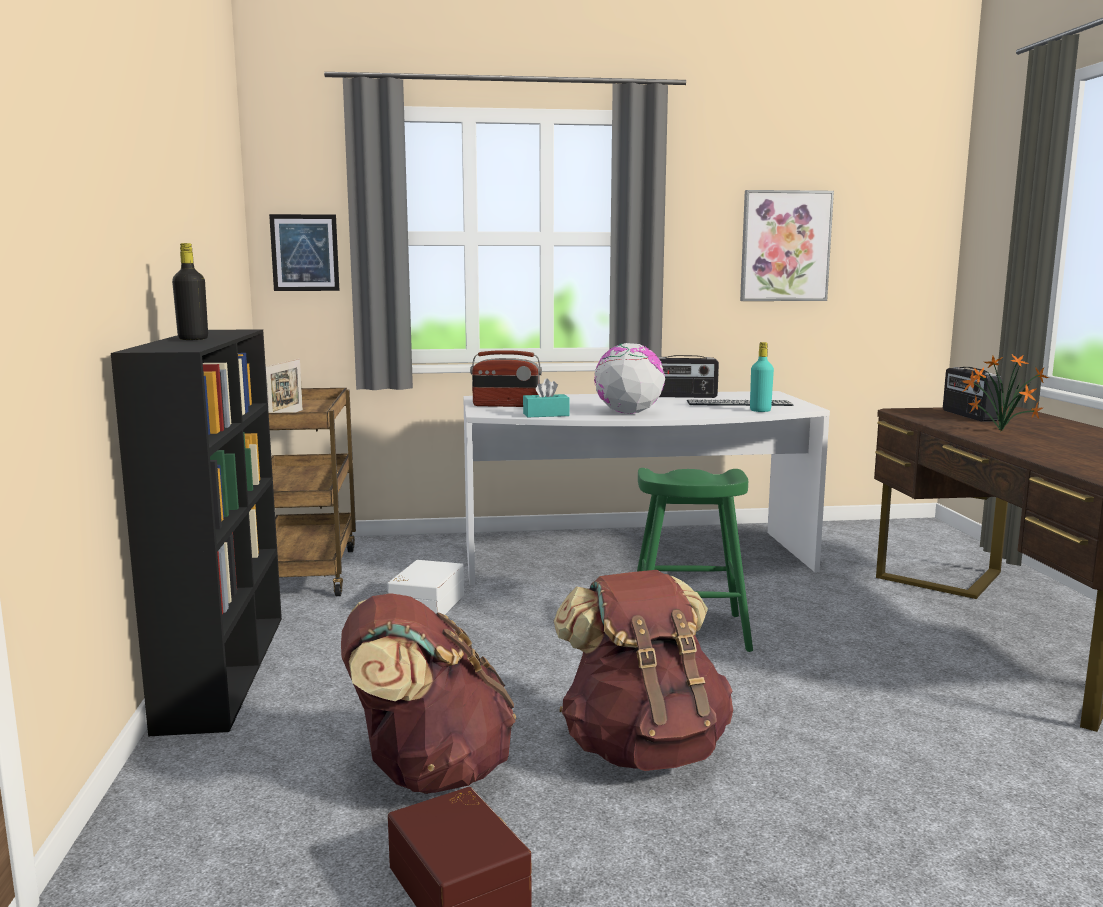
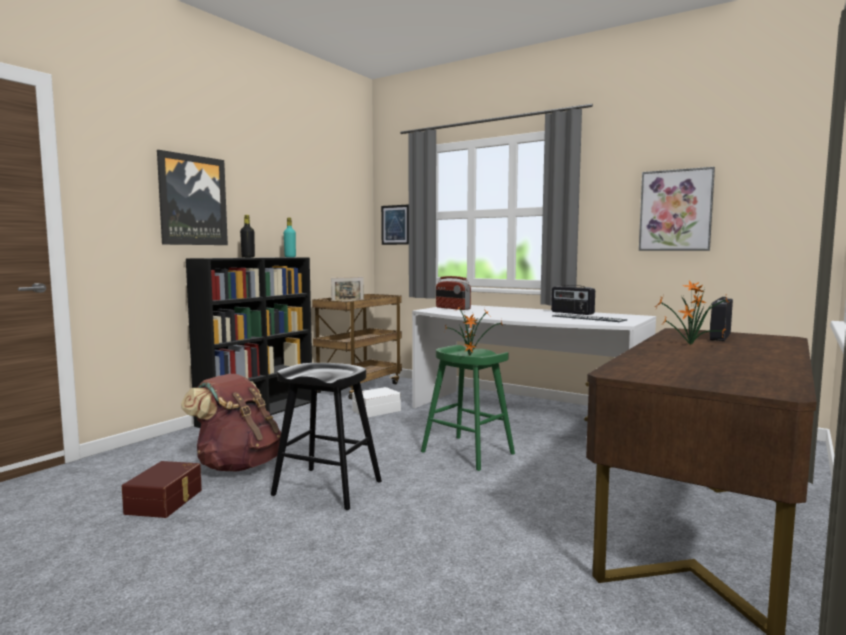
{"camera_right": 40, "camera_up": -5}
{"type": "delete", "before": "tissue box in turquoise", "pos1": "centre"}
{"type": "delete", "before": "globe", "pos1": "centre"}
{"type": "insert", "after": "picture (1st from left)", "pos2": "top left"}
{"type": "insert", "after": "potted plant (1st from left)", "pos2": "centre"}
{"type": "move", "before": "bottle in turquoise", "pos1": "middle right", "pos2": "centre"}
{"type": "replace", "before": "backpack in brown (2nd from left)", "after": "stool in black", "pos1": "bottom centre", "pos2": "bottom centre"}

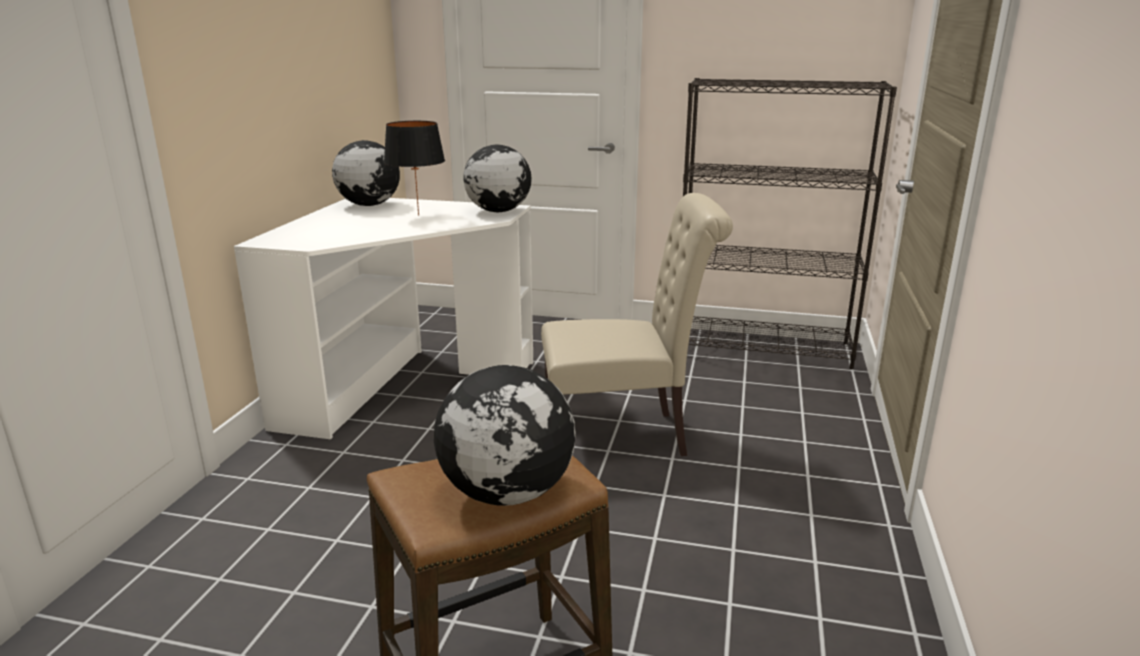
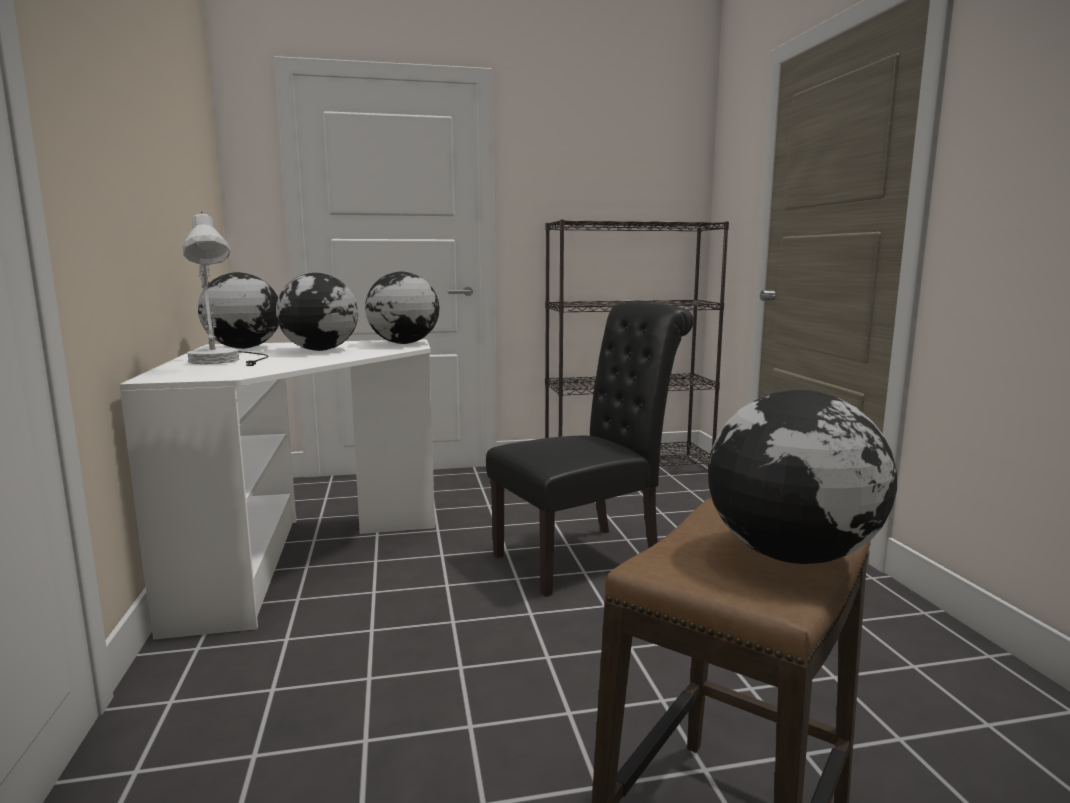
{"camera_right": -25, "camera_up": -10}
{"type": "insert", "after": "table lamp in white", "pos2": "middle left"}
{"type": "replace", "before": "table lamp in black", "after": "globe (2nd from left)", "pos1": "top centre", "pos2": "middle left"}
{"type": "recolor", "before": "chair in beige", "after": "chair in black", "pos1": "centre", "pos2": "centre"}

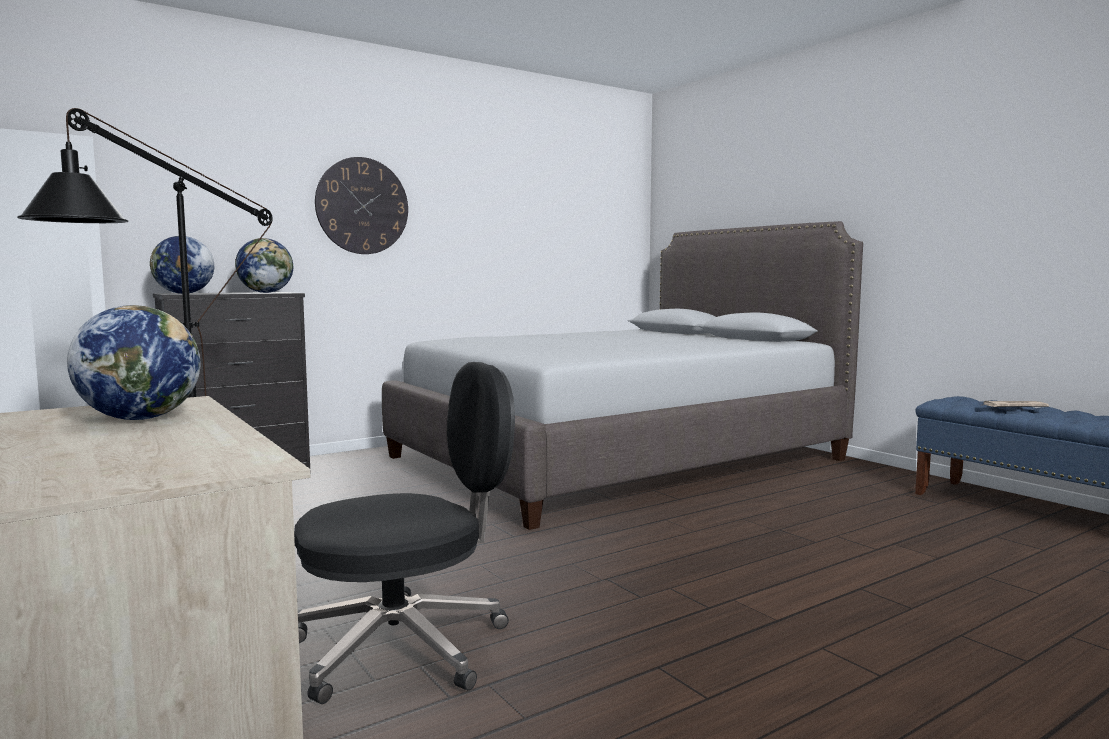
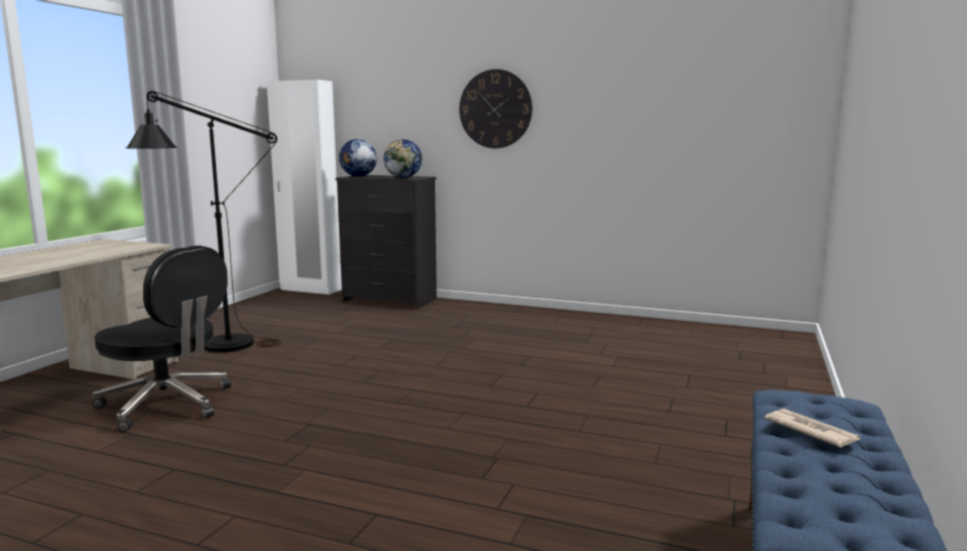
{"camera_right": 55, "camera_up": 5}
{"type": "delete", "before": "globe (1st from left)", "pos1": "middle left"}
{"type": "delete", "before": "bed in grey", "pos1": "centre"}

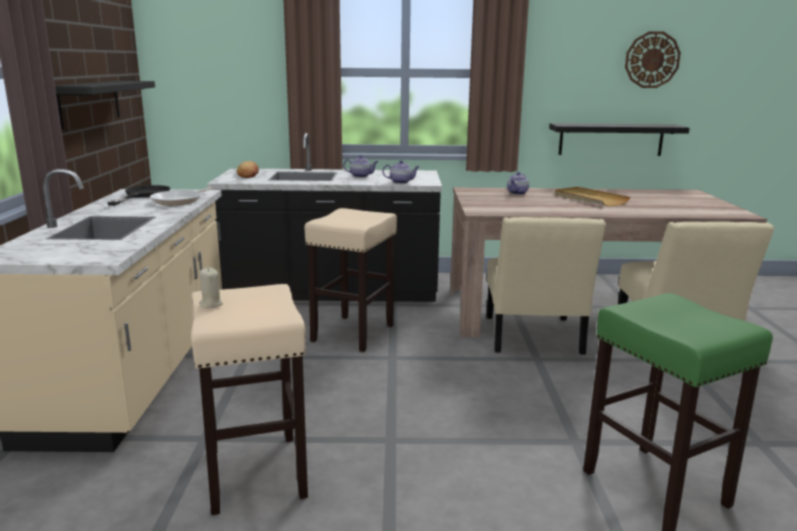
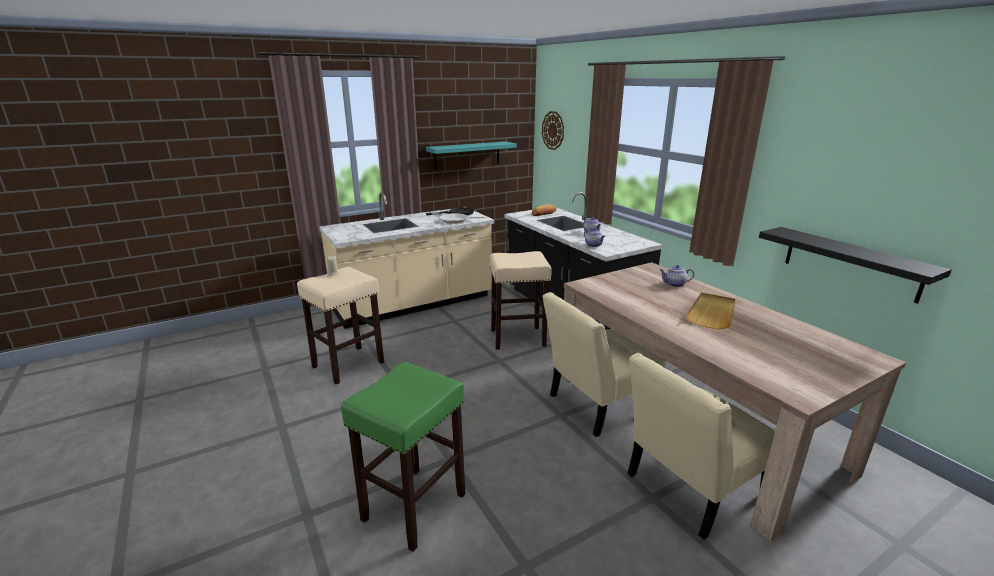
{"camera_right": 60, "camera_up": 5}
{"type": "move", "before": "wall clock", "pos1": "top right", "pos2": "top centre"}
{"type": "recolor", "before": "shelf in black (1st from left)", "after": "shelf in turquoise", "pos1": "top left", "pos2": "top centre"}

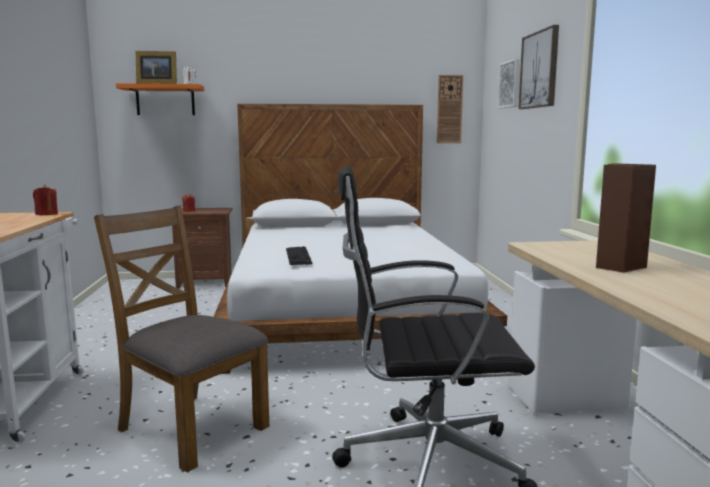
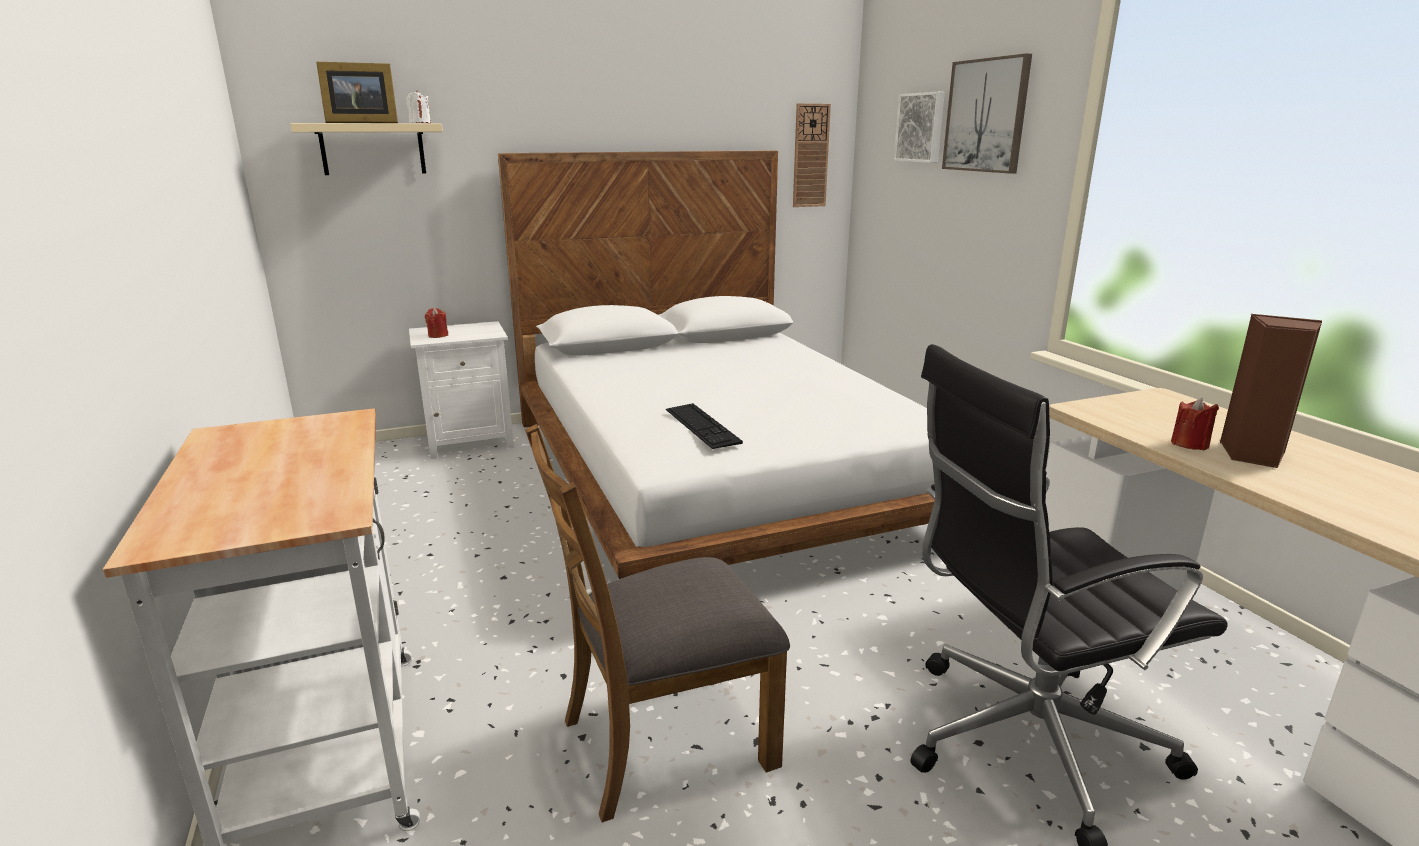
{"camera_right": -15, "camera_up": 10}
{"type": "move", "before": "candle in red (1st from left in the first image)", "after": "candle in red (2nd from left)", "pos1": "middle left", "pos2": "middle right"}
{"type": "recolor", "before": "shelf in orange", "after": "shelf in beige", "pos1": "top left", "pos2": "top left"}
{"type": "recolor", "before": "nightstand in brown", "after": "nightstand in white", "pos1": "middle left", "pos2": "middle left"}
{"type": "rotate", "before": "chair in brown", "pos1": "bottom left", "pos2": "bottom centre", "turn": -45}

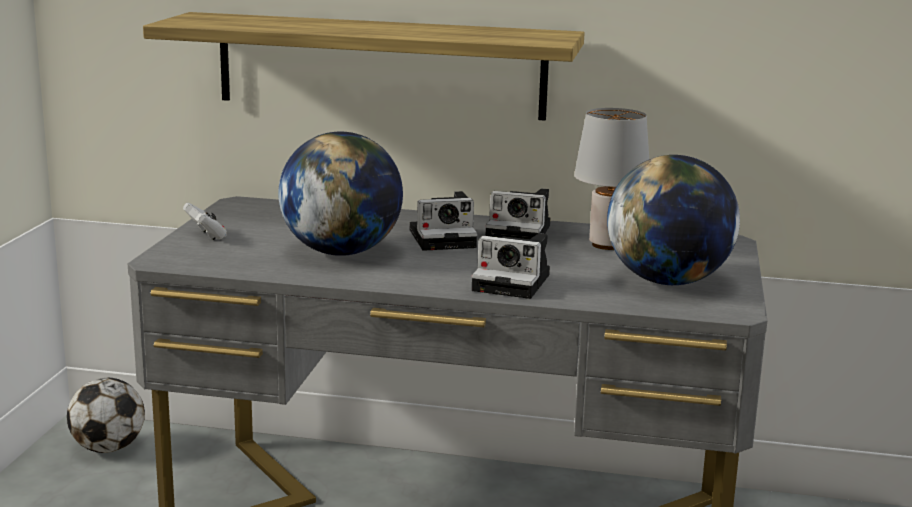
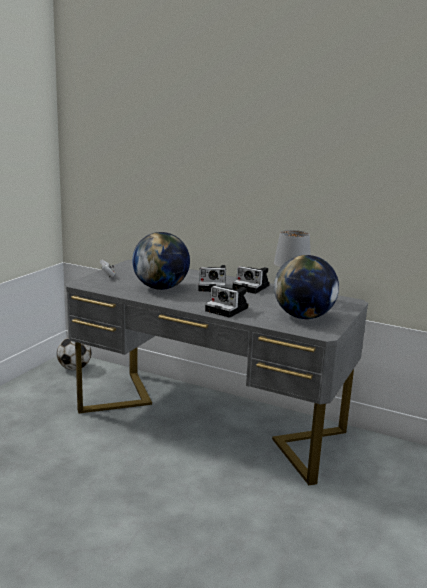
{"camera_right": 15, "camera_up": 0}
{"type": "delete", "before": "shelf", "pos1": "top centre"}

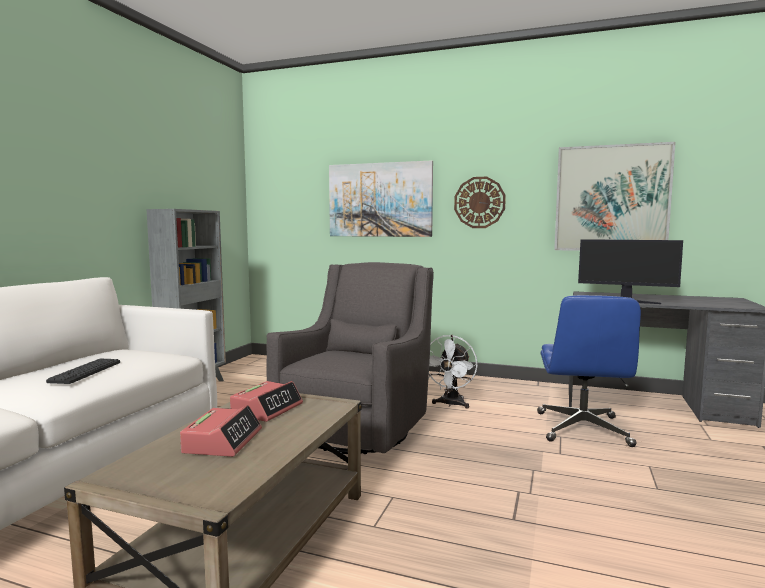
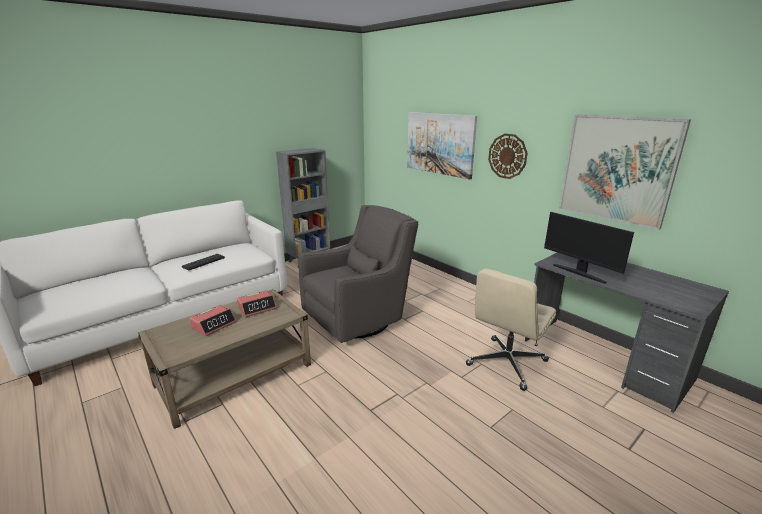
{"camera_right": 30, "camera_up": 15}
{"type": "delete", "before": "fan in white", "pos1": "centre"}
{"type": "recolor", "before": "office chair in blue", "after": "office chair in beige", "pos1": "middle right", "pos2": "middle right"}

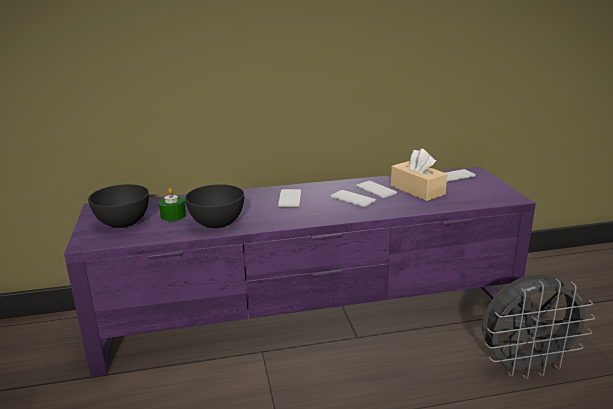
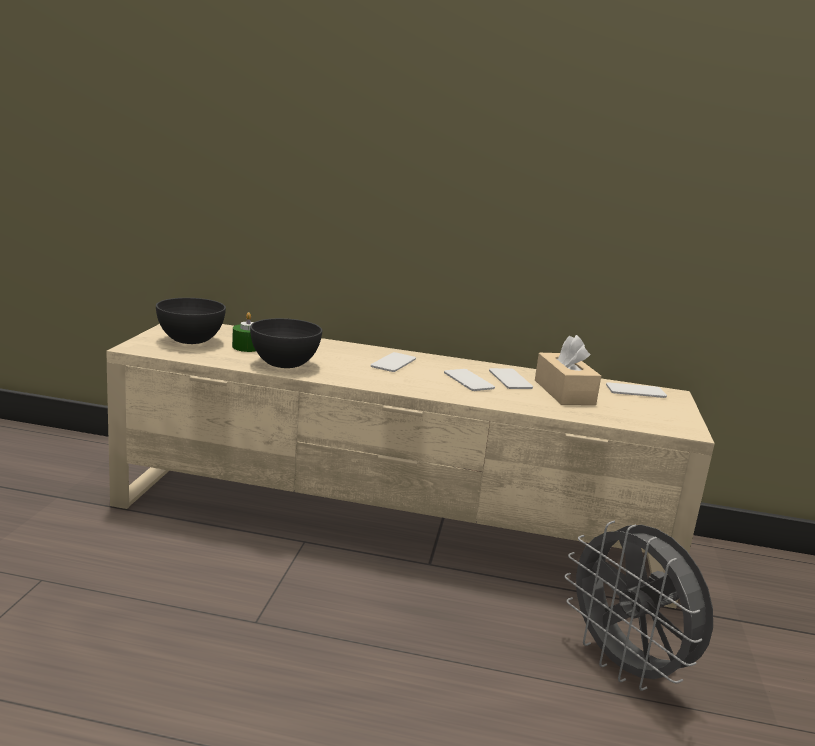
{"camera_right": 20, "camera_up": -5}
{"type": "recolor", "before": "tv stand in purple", "after": "tv stand in beige", "pos1": "centre", "pos2": "centre"}
{"type": "rotate", "before": "fan in grey", "pos1": "bottom right", "pos2": "bottom right", "turn": 45}

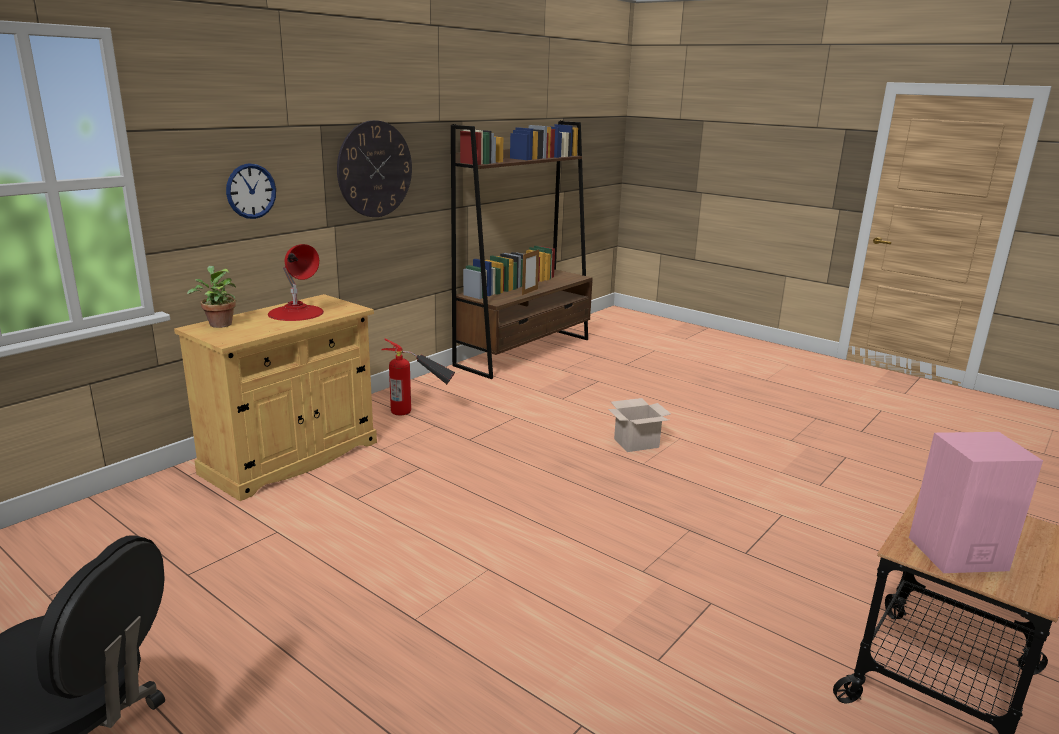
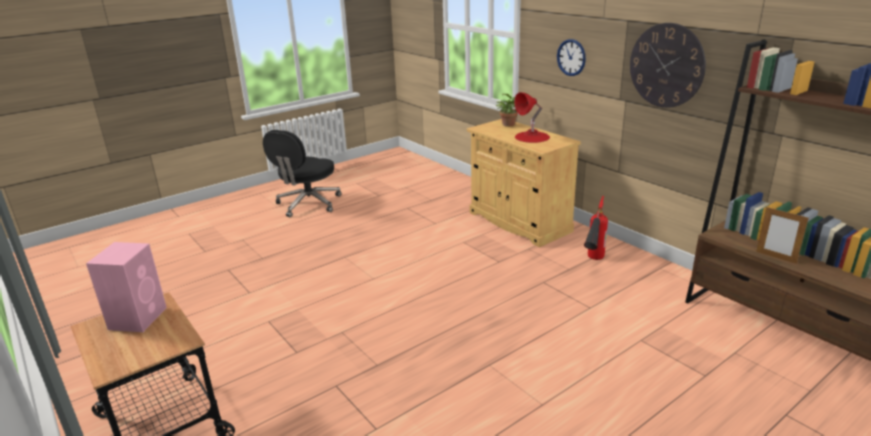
{"camera_right": 105, "camera_up": 5}
{"type": "delete", "before": "cardboard box", "pos1": "centre"}

